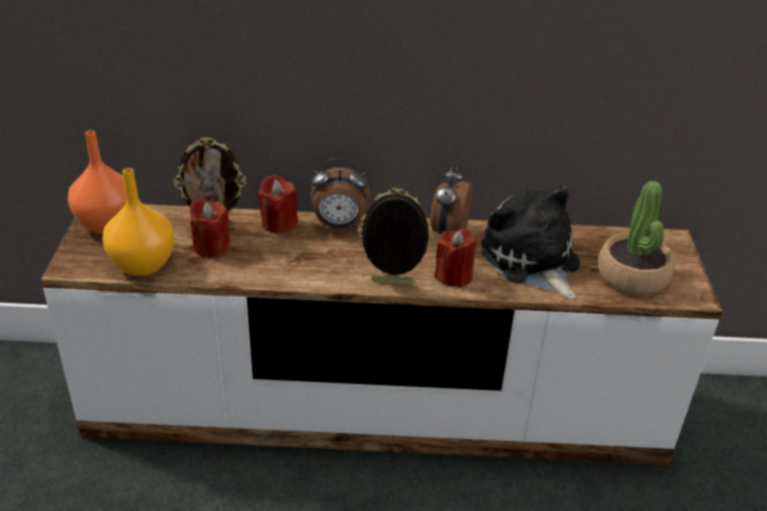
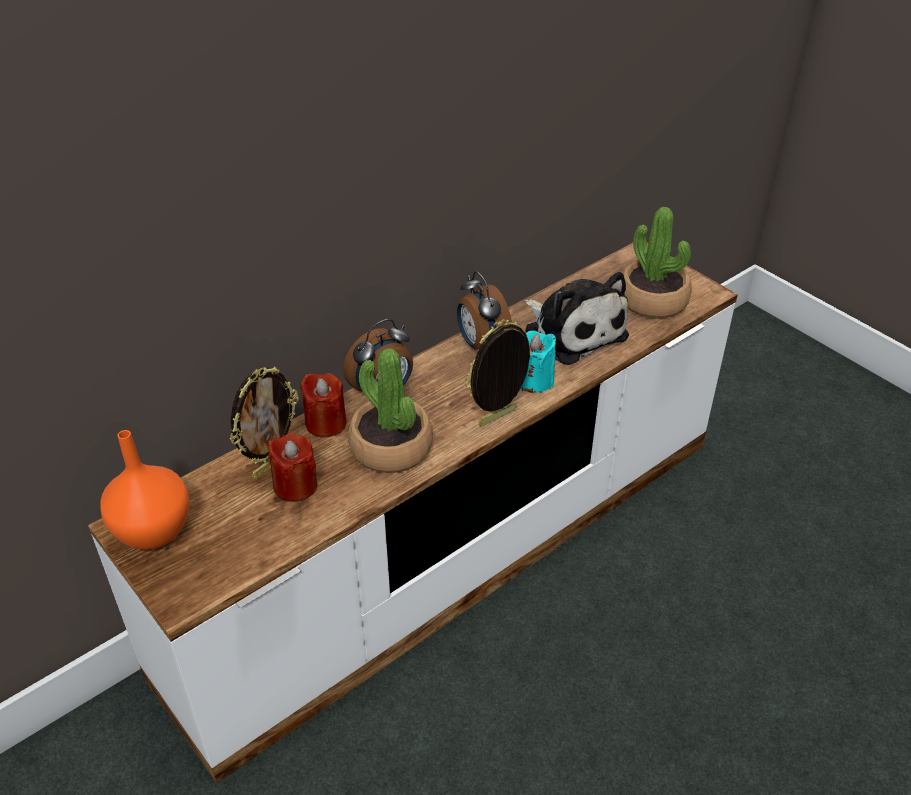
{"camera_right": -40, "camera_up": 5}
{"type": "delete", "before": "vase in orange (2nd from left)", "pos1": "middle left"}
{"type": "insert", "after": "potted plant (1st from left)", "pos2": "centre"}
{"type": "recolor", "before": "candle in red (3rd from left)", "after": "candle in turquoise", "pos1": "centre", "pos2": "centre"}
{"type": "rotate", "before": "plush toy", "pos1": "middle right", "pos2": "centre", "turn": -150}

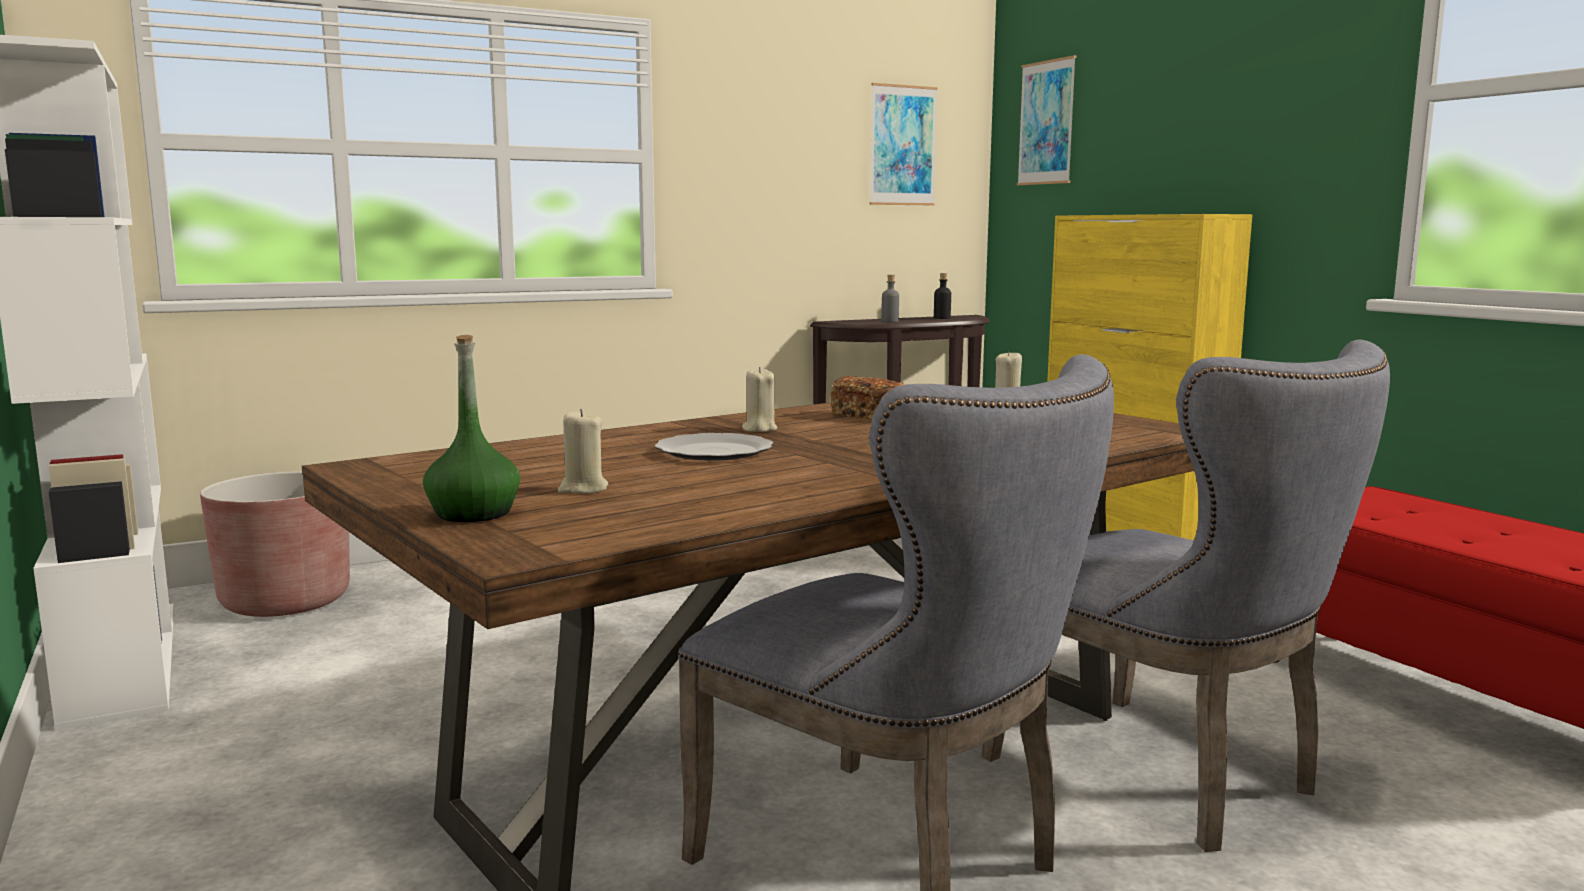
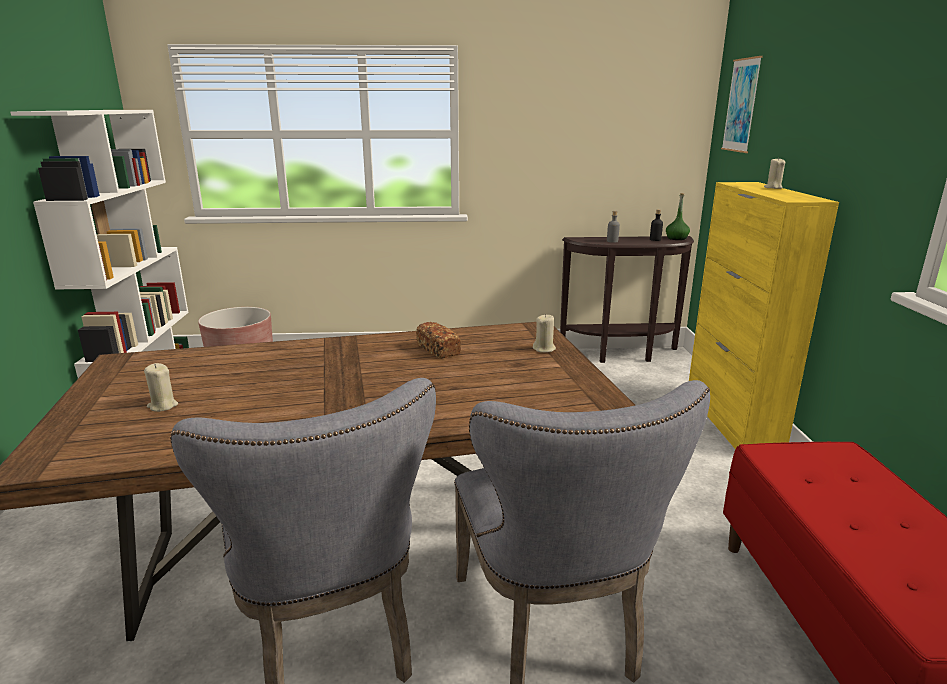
{"camera_right": 25, "camera_up": 10}
{"type": "delete", "before": "plate", "pos1": "centre"}
{"type": "delete", "before": "picture (1st from left)", "pos1": "top centre"}
{"type": "move", "before": "bottle in green", "pos1": "middle left", "pos2": "top right"}
{"type": "move", "before": "candle in beige (2nd from left in the first image)", "after": "candle in beige (3rd from left)", "pos1": "centre", "pos2": "top right"}

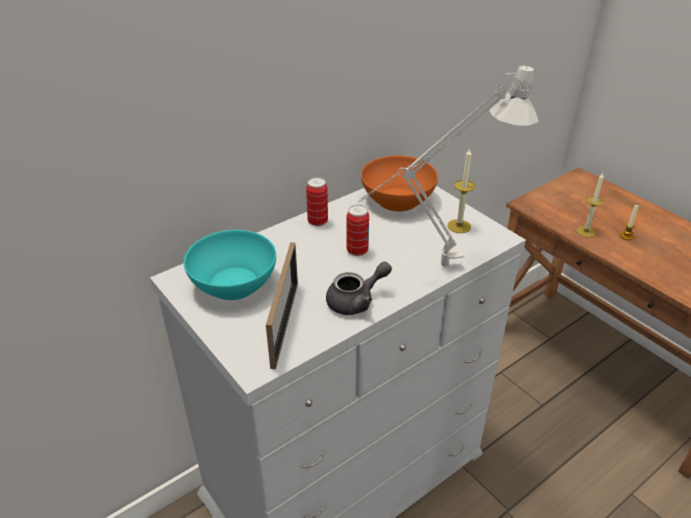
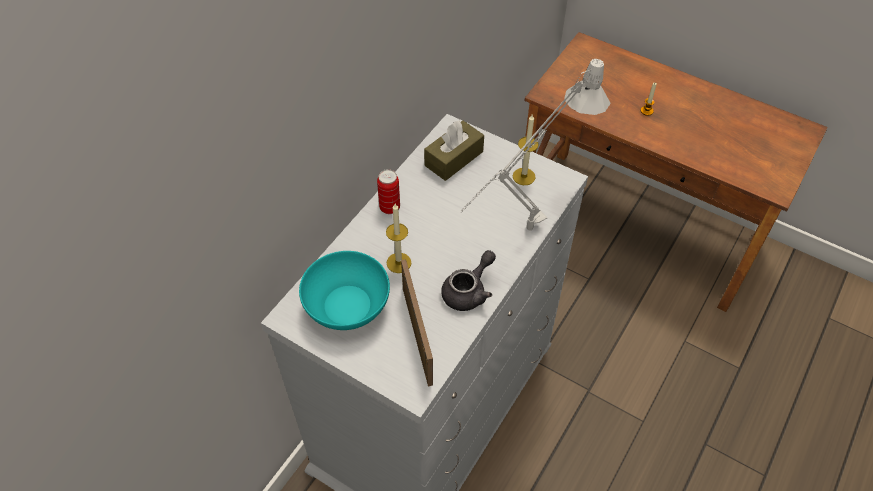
{"camera_right": -20, "camera_up": 15}
{"type": "delete", "before": "can (2nd from left)", "pos1": "centre"}
{"type": "move", "before": "candle (2nd from left in the first image)", "after": "candle (1st from left)", "pos1": "middle right", "pos2": "centre"}
{"type": "replace", "before": "bowl in orange", "after": "tissue box in brown", "pos1": "centre", "pos2": "top centre"}

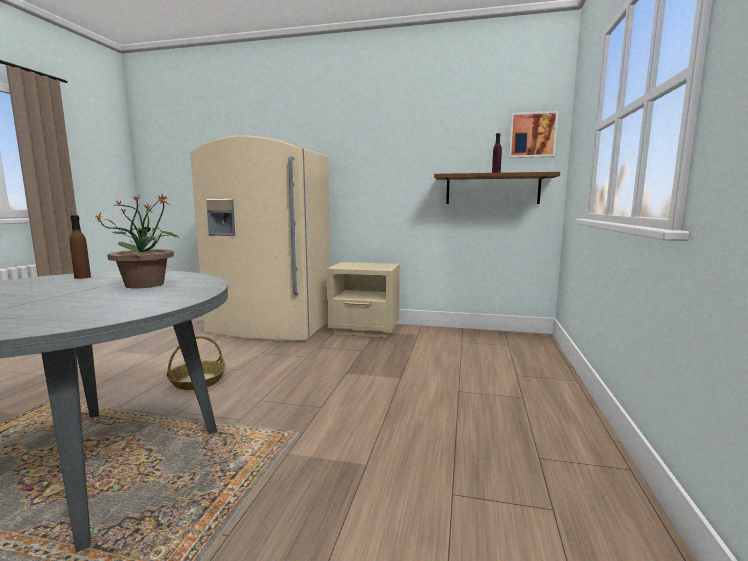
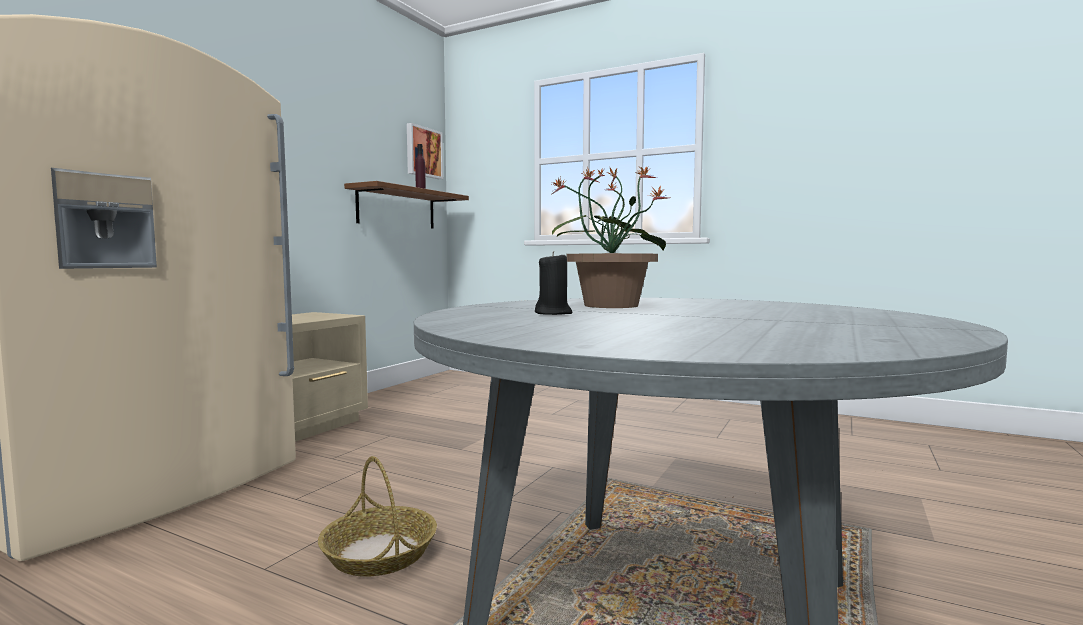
{"camera_right": -75, "camera_up": -5}
{"type": "delete", "before": "bottle in brown", "pos1": "middle left"}
{"type": "insert", "after": "candle in black", "pos2": "centre"}

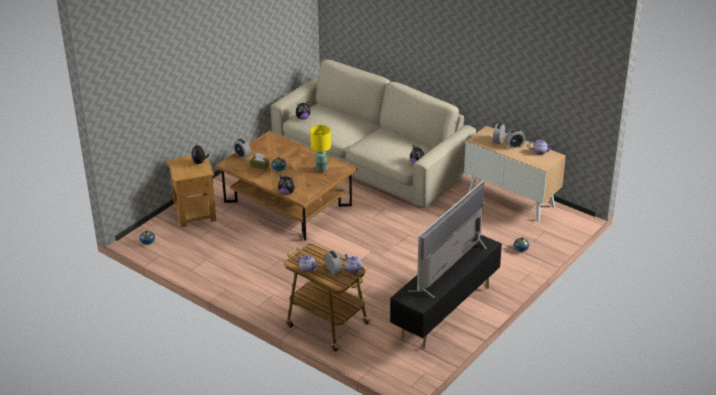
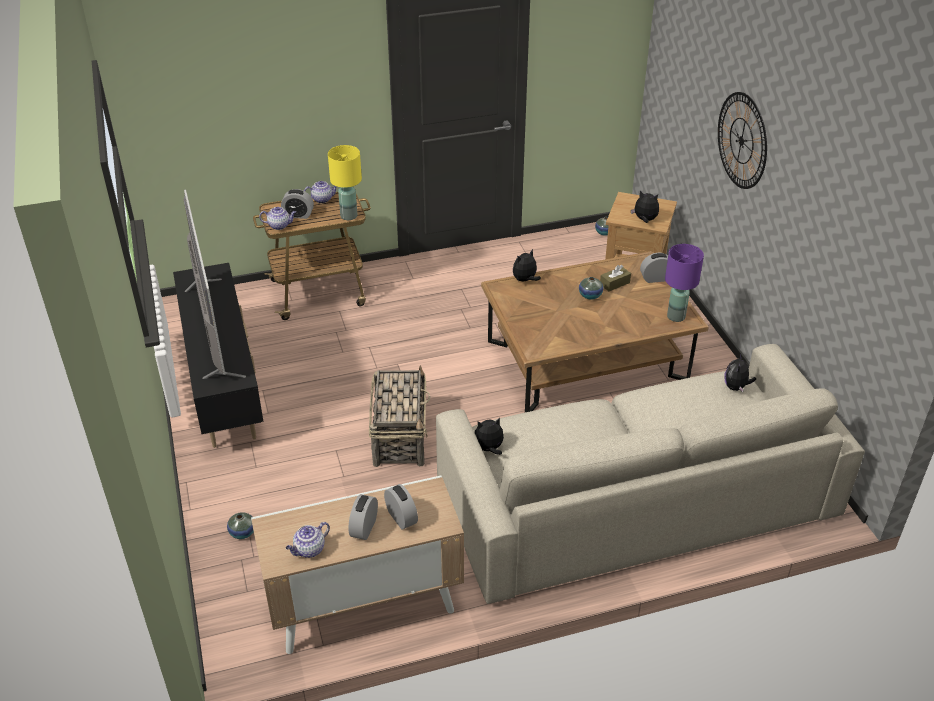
{"camera_right": 125, "camera_up": 5}
{"type": "insert", "after": "basket", "pos2": "centre"}
{"type": "insert", "after": "table lamp in purple", "pos2": "middle right"}
{"type": "insert", "after": "wall clock", "pos2": "top right"}
{"type": "move", "before": "table lamp in yellow", "pos1": "centre", "pos2": "top centre"}

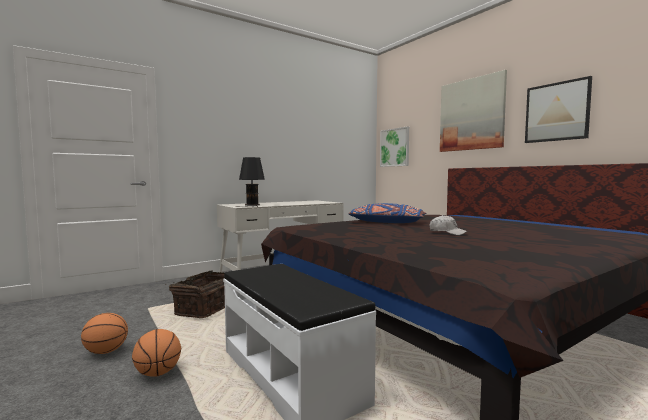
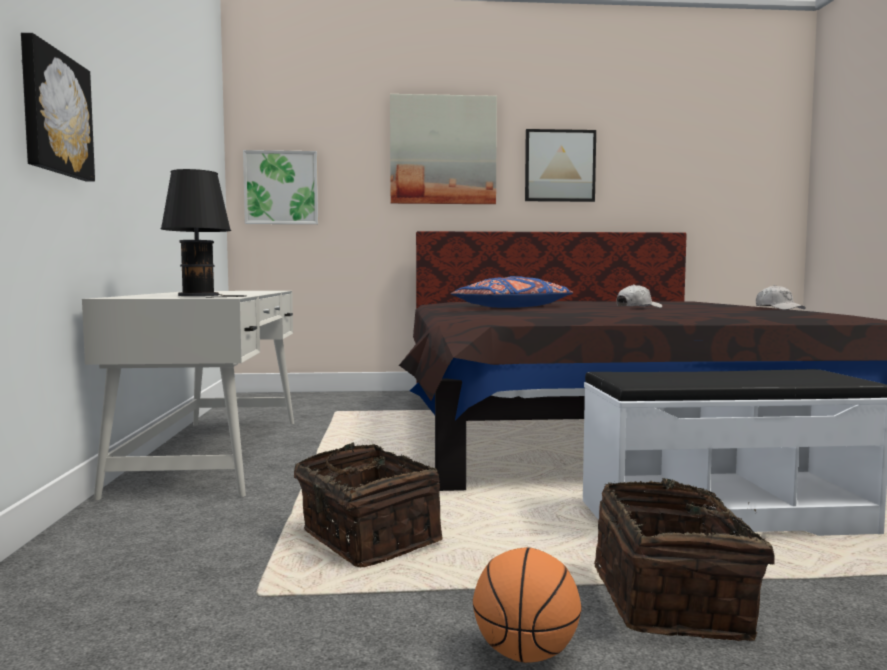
{"camera_right": -60, "camera_up": 0}
{"type": "insert", "after": "picture (1st from left)", "pos2": "top left"}
{"type": "insert", "after": "cap in white (2nd from left)", "pos2": "middle right"}
{"type": "replace", "before": "basketball (2nd from left)", "after": "basket (2nd from left)", "pos1": "bottom left", "pos2": "bottom right"}

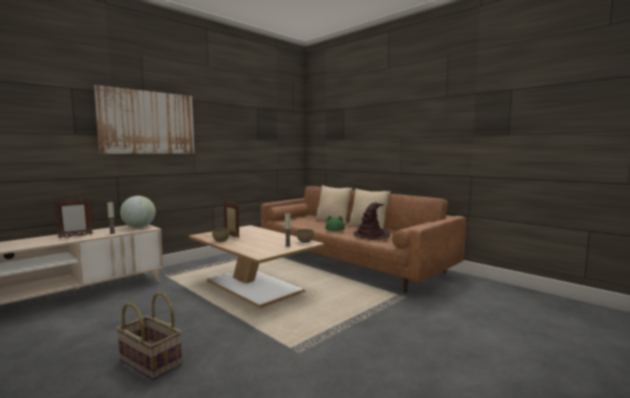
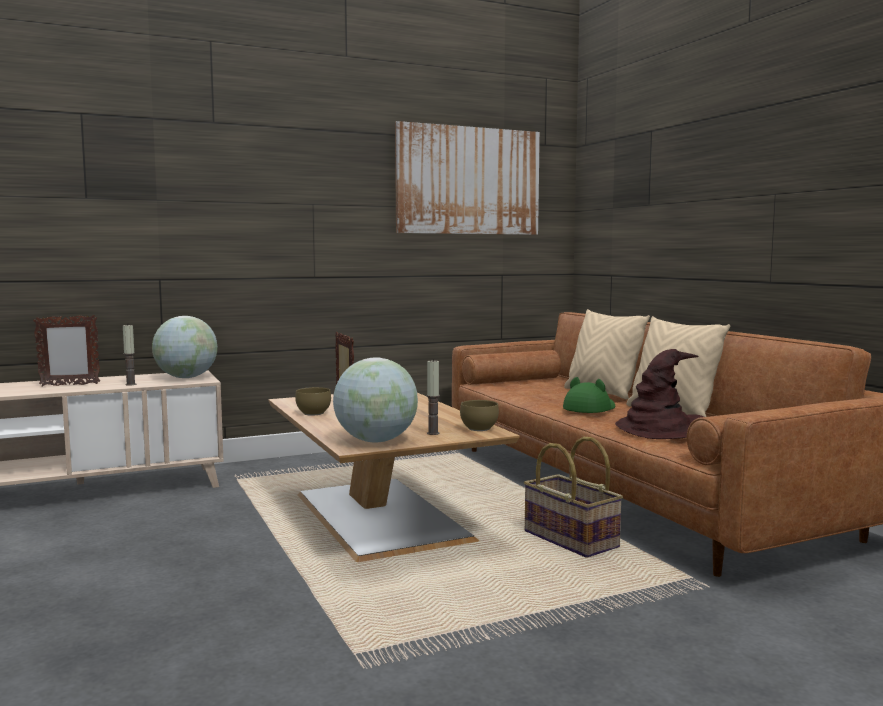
{"camera_right": 20, "camera_up": 0}
{"type": "insert", "after": "globe (2nd from left)", "pos2": "centre"}
{"type": "move", "before": "picture", "pos1": "top left", "pos2": "top centre"}
{"type": "move", "before": "basket", "pos1": "bottom left", "pos2": "bottom centre"}

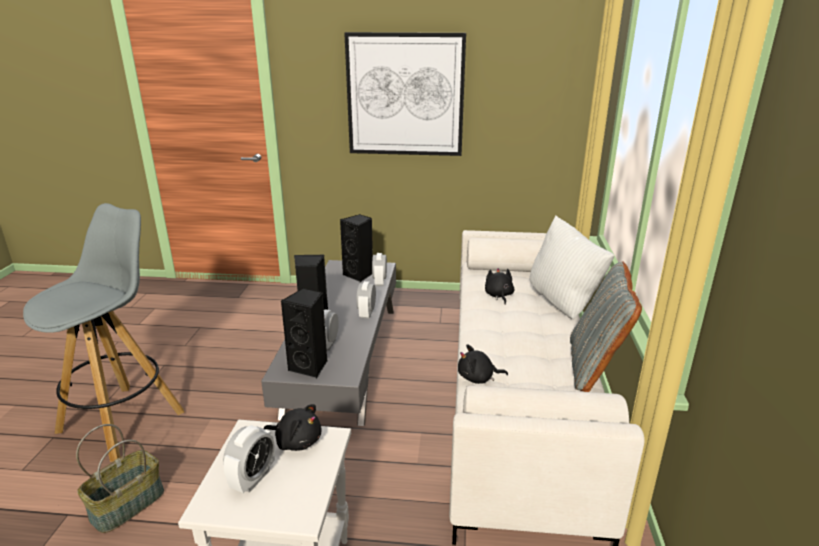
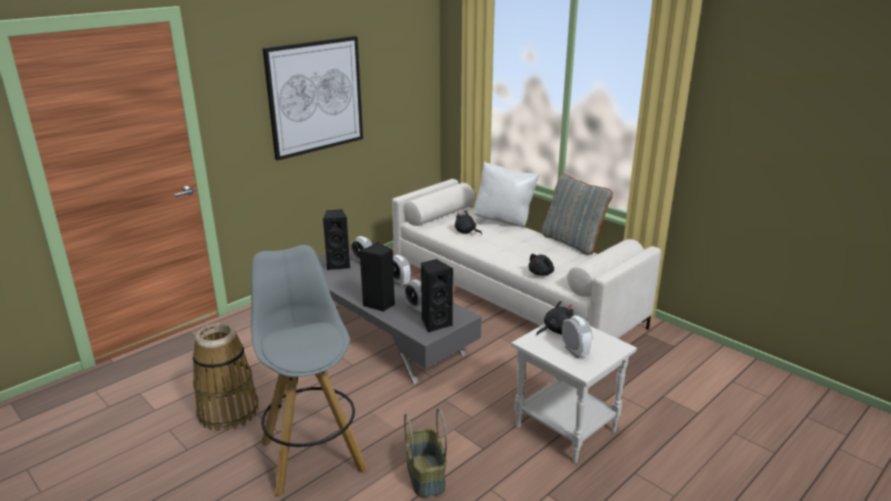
{"camera_right": -50, "camera_up": 0}
{"type": "insert", "after": "basket (1st from left)", "pos2": "bottom left"}

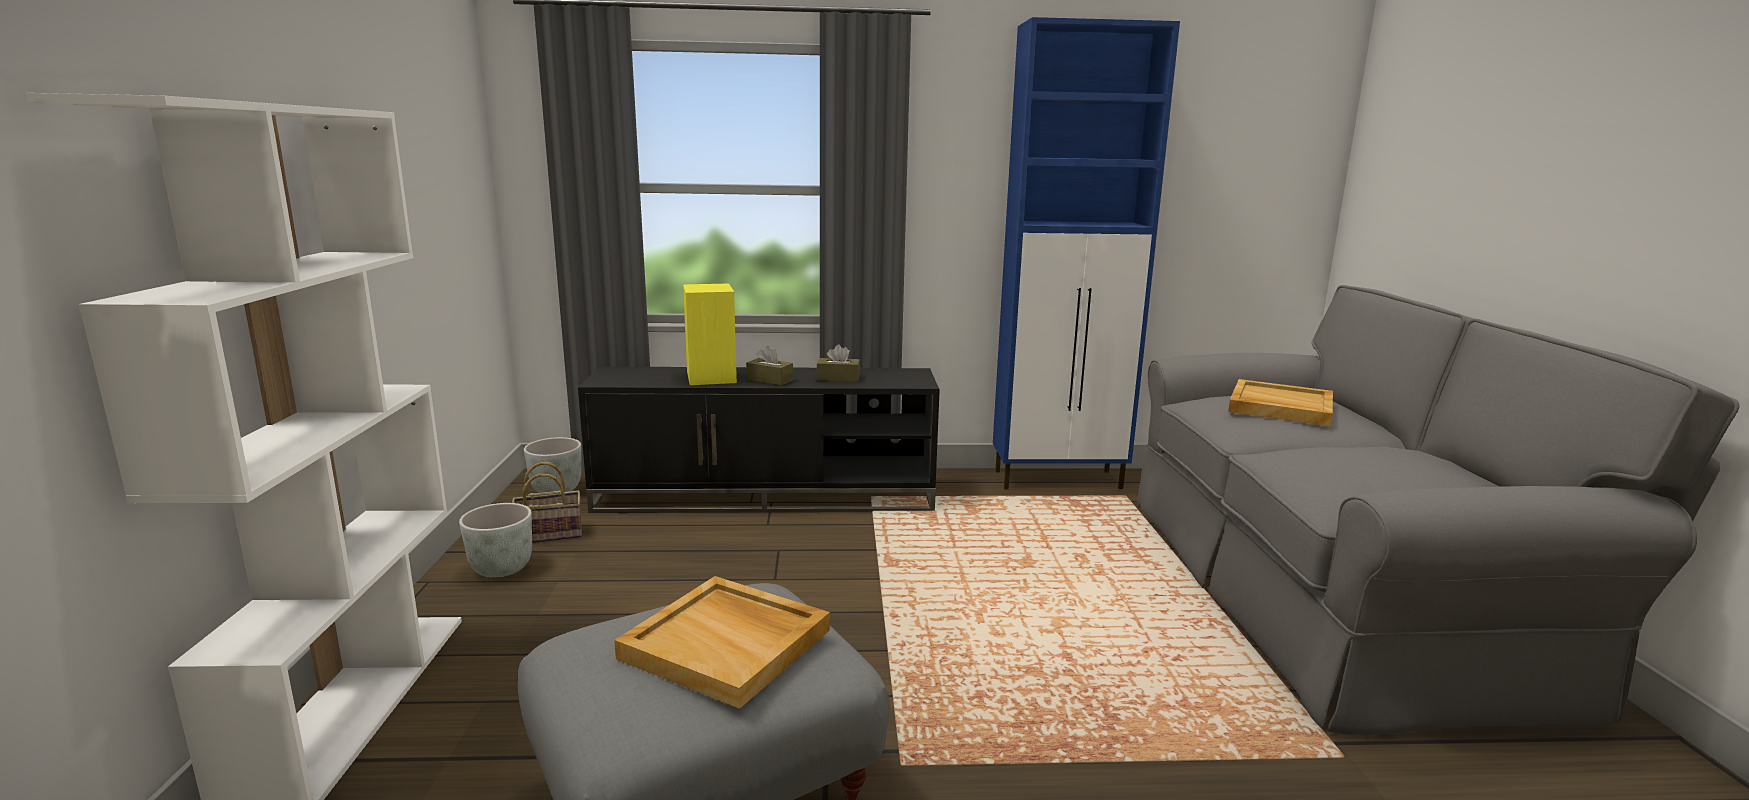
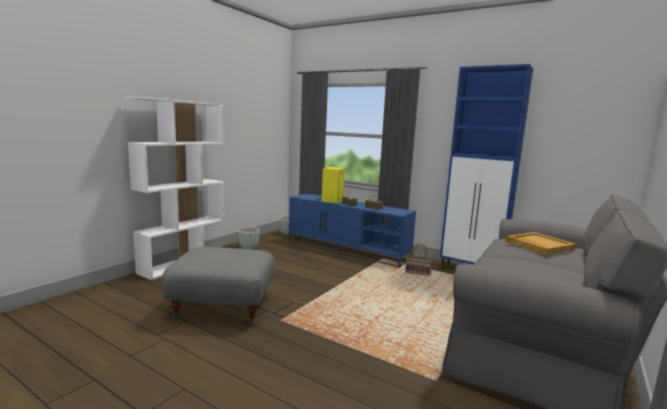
{"camera_right": 35, "camera_up": -5}
{"type": "delete", "before": "tray in beige (1st from left)", "pos1": "bottom centre"}
{"type": "move", "before": "basket", "pos1": "middle left", "pos2": "centre"}
{"type": "recolor", "before": "tv stand in black", "after": "tv stand in blue", "pos1": "centre", "pos2": "centre"}

